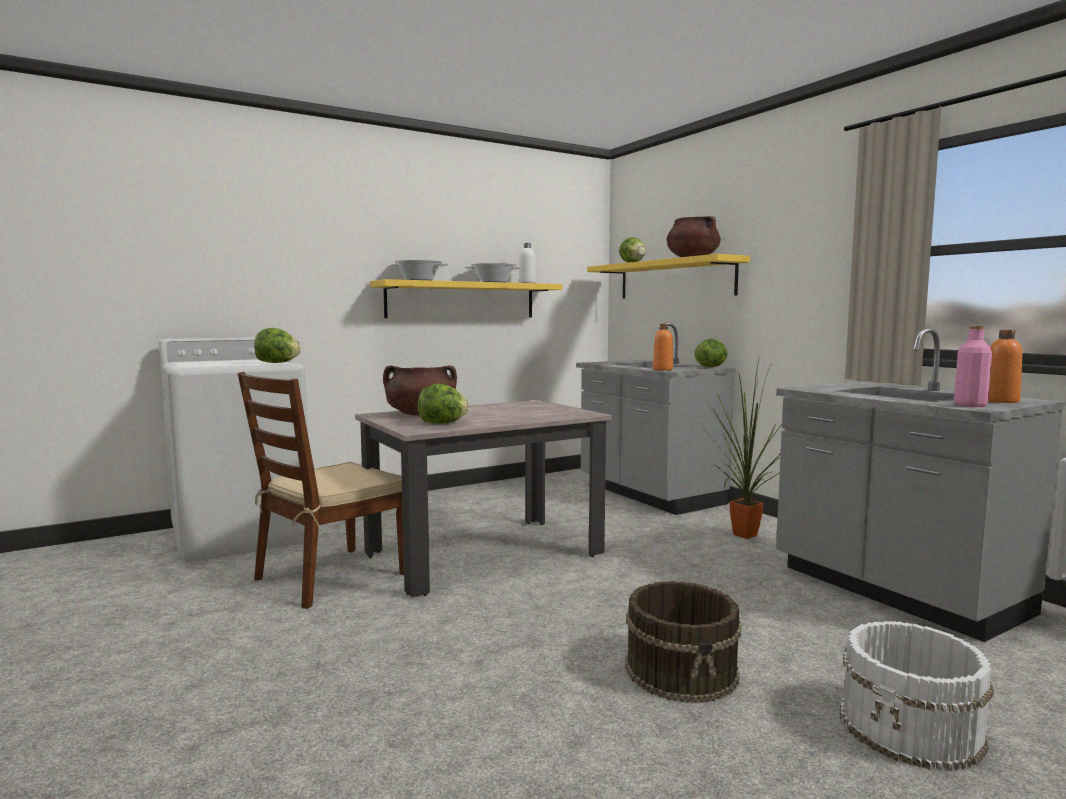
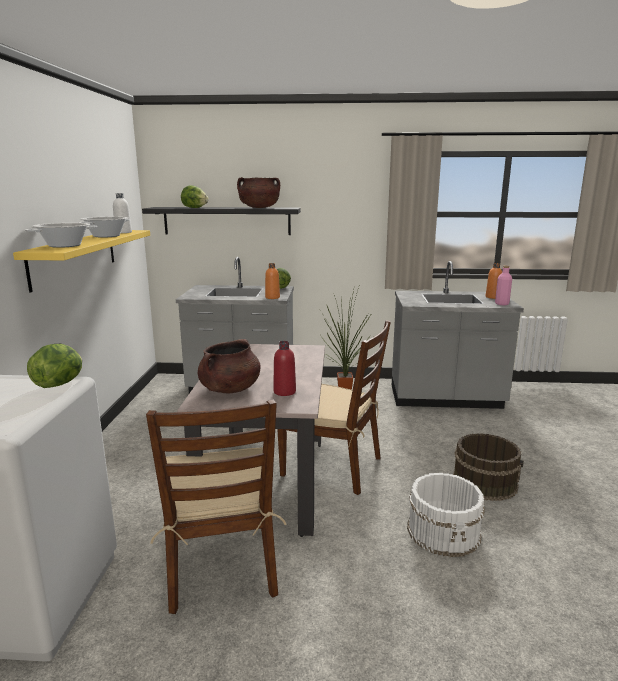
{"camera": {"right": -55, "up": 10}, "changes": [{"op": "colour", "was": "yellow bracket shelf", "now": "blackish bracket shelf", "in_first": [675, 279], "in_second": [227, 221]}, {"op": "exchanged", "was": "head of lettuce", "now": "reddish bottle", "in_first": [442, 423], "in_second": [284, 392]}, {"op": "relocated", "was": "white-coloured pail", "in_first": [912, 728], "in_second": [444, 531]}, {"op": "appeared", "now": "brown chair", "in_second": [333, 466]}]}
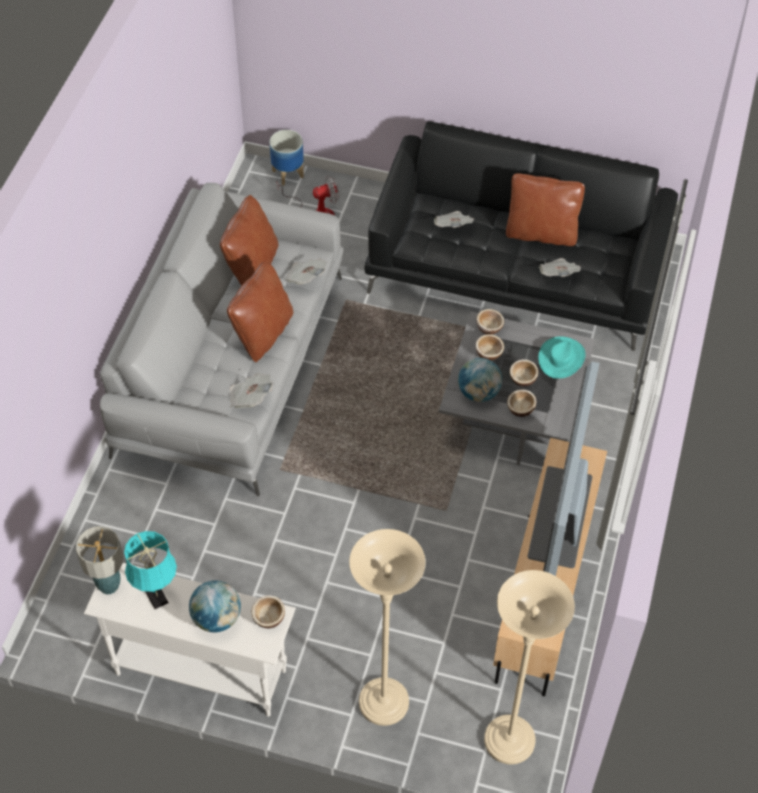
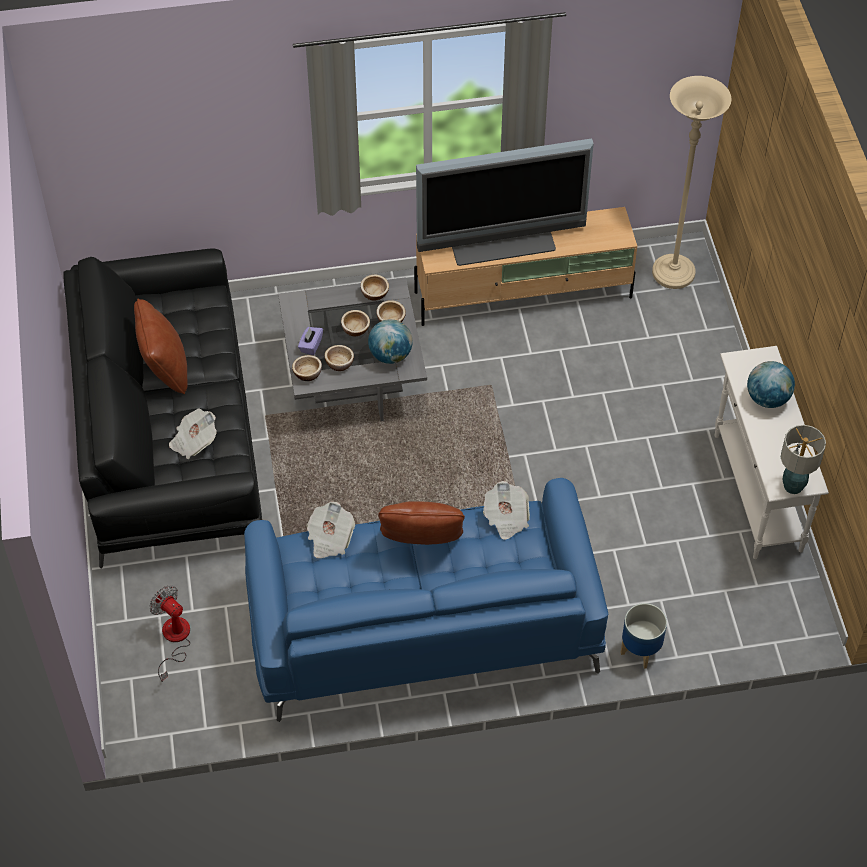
{"camera": {"right": -115, "up": 0}, "changes": [{"op": "relocated", "was": "planter", "in_first": [287, 174], "in_second": [640, 651]}, {"op": "colour", "was": "gray couch", "now": "bluish couch", "in_first": [232, 362], "in_second": [422, 623]}, {"op": "missing", "was": "brown cushion", "in_first": [251, 267]}, {"op": "missing", "was": "newspaper", "in_first": [558, 275]}, {"op": "missing", "was": "turquoise-coloured wearable hat", "in_first": [561, 358]}, {"op": "missing", "was": "beige-coloured standing lamp", "in_first": [383, 703]}, {"op": "missing", "was": "turquoise-coloured lamp for a table", "in_first": [157, 598]}, {"op": "relocated", "was": "serving bowl", "in_first": [269, 617], "in_second": [374, 293]}, {"op": "appeared", "now": "purple tissue box", "in_second": [310, 346]}]}
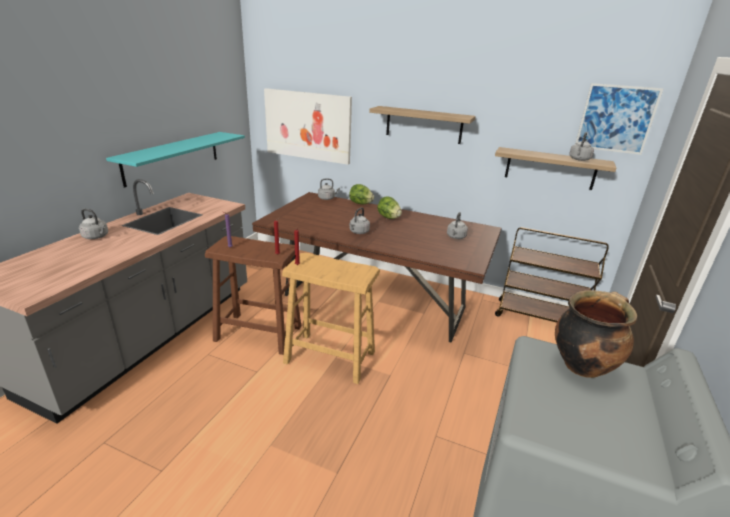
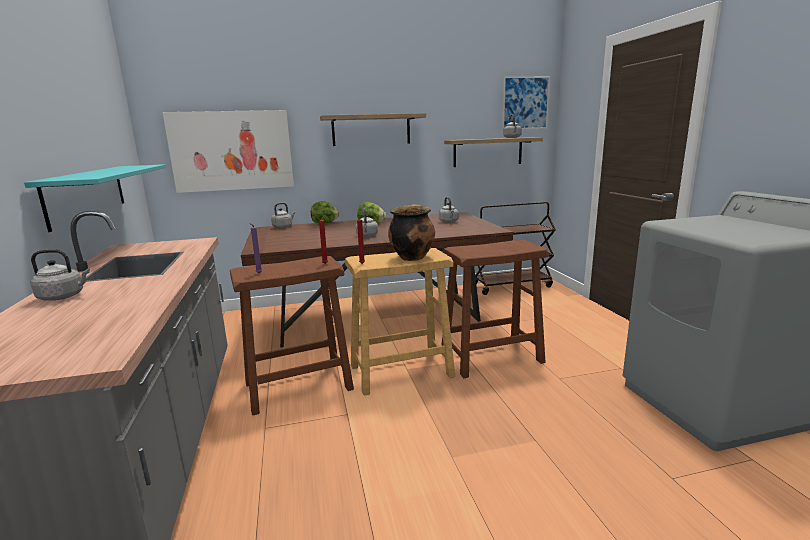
{"camera": {"right": -35, "up": -10}, "changes": [{"op": "relocated", "was": "cooking pot", "in_first": [582, 365], "in_second": [412, 257]}, {"op": "appeared", "now": "brown stool", "in_second": [490, 357]}]}
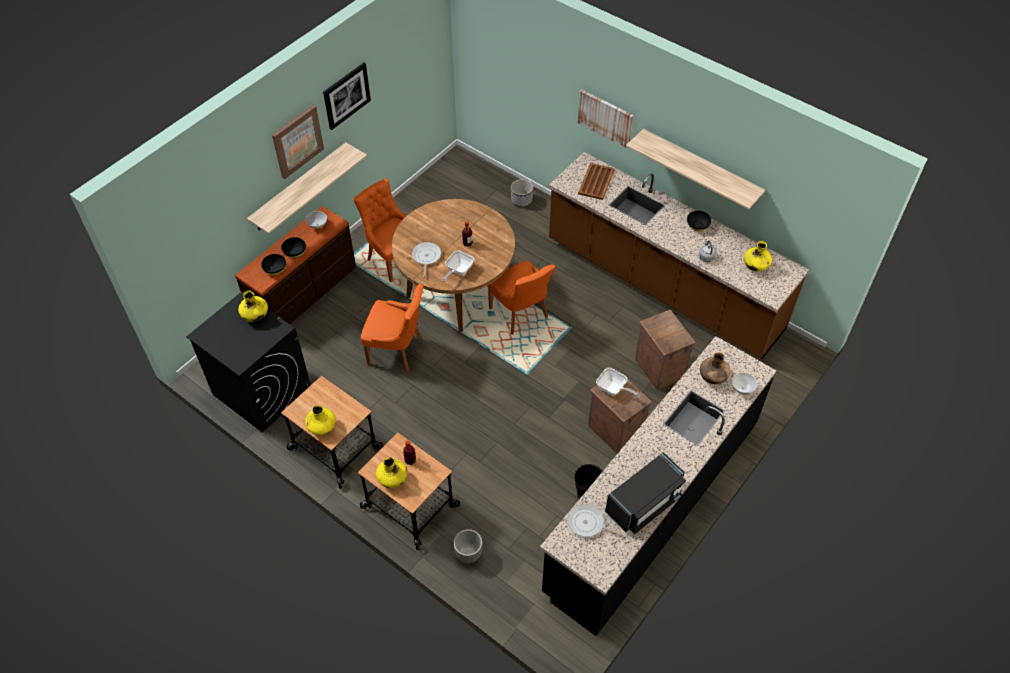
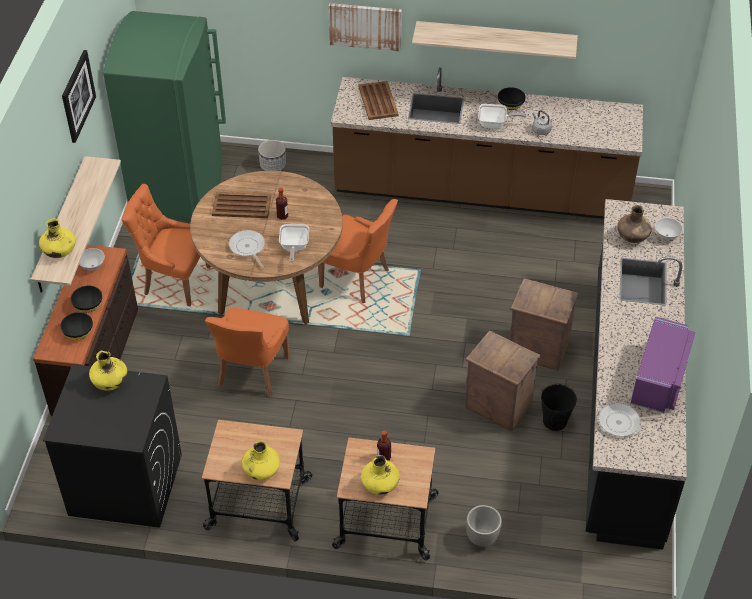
{"camera": {"right": -30, "up": -5}, "changes": [{"op": "missing", "was": "picture", "in_first": [297, 141]}, {"op": "relocated", "was": "yellow flower vase", "in_first": [755, 266], "in_second": [59, 252]}, {"op": "spun", "was": "orangey chair", "in_first": [397, 351], "in_second": [251, 373], "clockwise": 120}, {"op": "relocated", "was": "packing crate", "in_first": [659, 368], "in_second": [497, 406]}, {"op": "relocated", "was": "frying pan", "in_first": [613, 389], "in_second": [495, 124]}, {"op": "colour", "was": "blackish kitchen microwave", "now": "purple kitchen microwave", "in_first": [644, 503], "in_second": [658, 379]}, {"op": "appeared", "now": "green refrigerator", "in_second": [179, 187]}, {"op": "appeared", "now": "brown carrying tray", "in_second": [241, 205]}]}
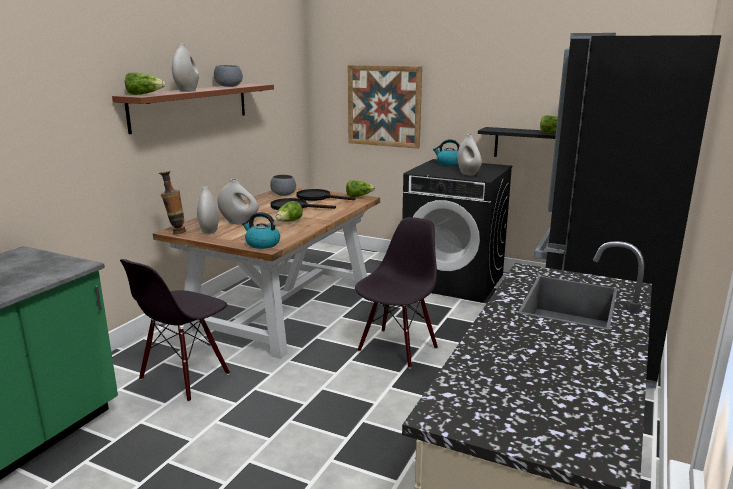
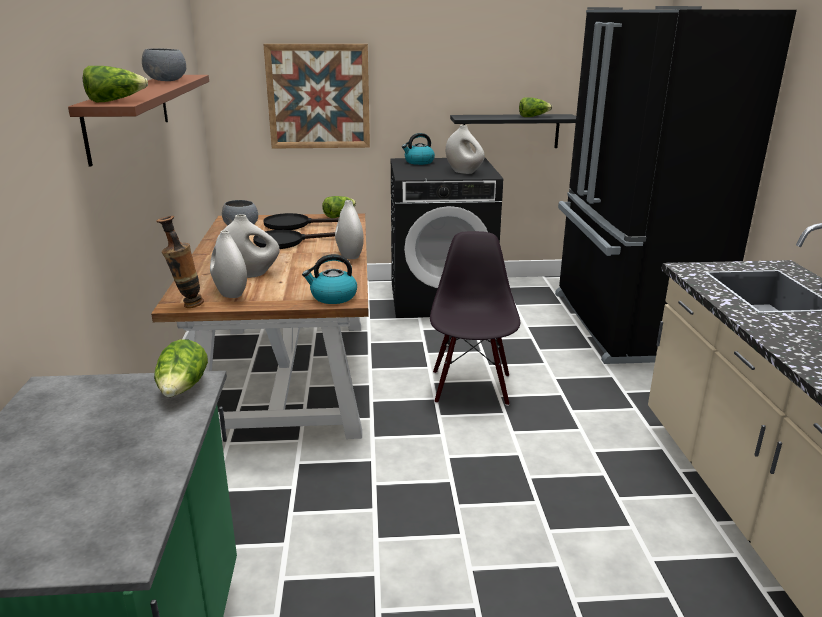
{"camera": {"right": -30, "up": 5}, "changes": [{"op": "relocated", "was": "white-coloured flower vase", "in_first": [187, 91], "in_second": [349, 255]}, {"op": "relocated", "was": "head of lettuce", "in_first": [289, 222], "in_second": [183, 389]}, {"op": "missing", "was": "blackish chair", "in_first": [185, 377]}]}
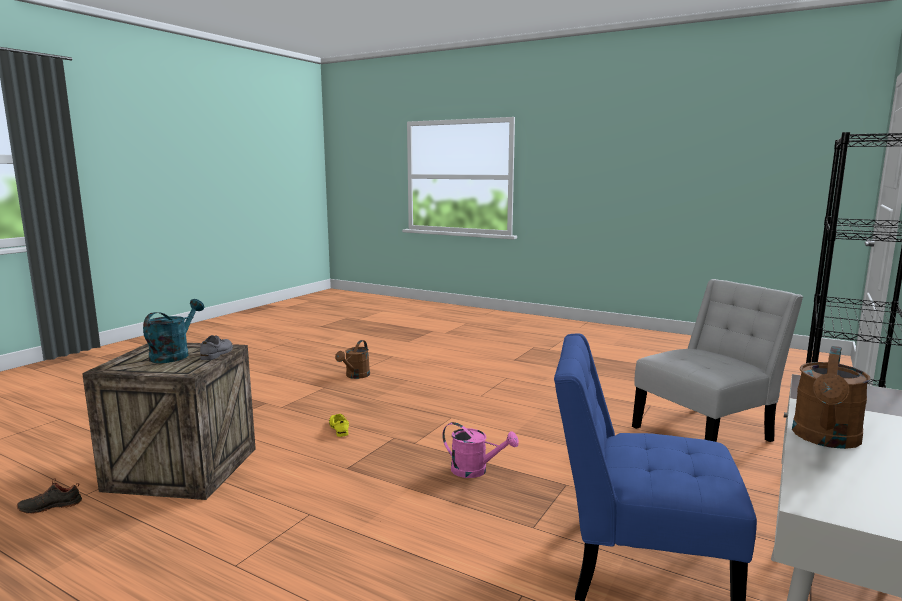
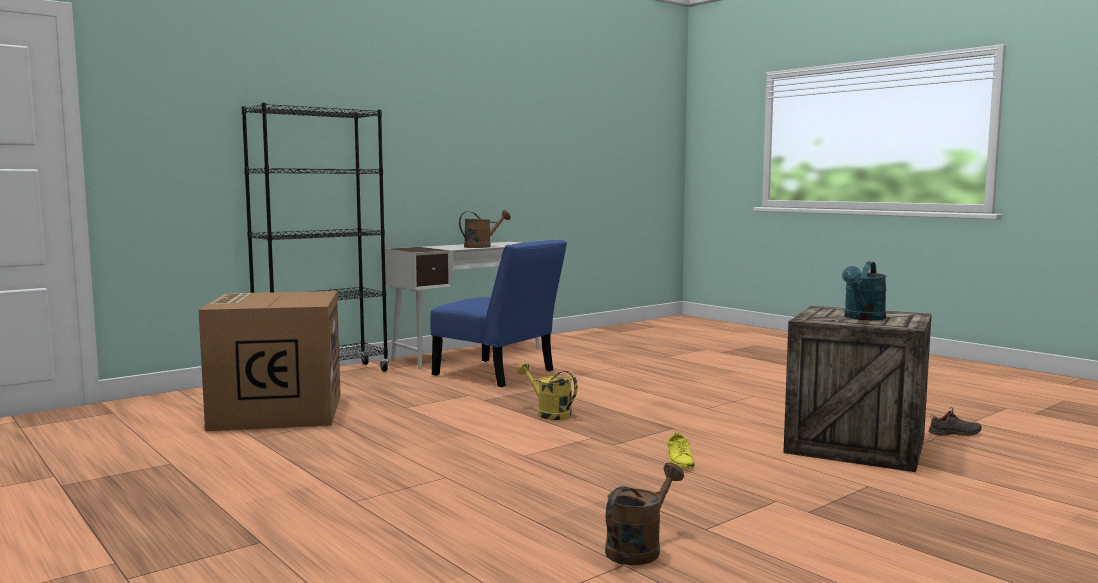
{"camera": {"right": -160, "up": -5}, "changes": [{"op": "exchanged", "was": "white-coloured chair", "now": "cardboard box", "in_first": [707, 432], "in_second": [276, 411]}, {"op": "missing", "was": "gray shoe", "in_first": [217, 353]}, {"op": "colour", "was": "pinkish sprinkling can", "now": "yellow sprinkling can", "in_first": [475, 470], "in_second": [549, 413]}]}
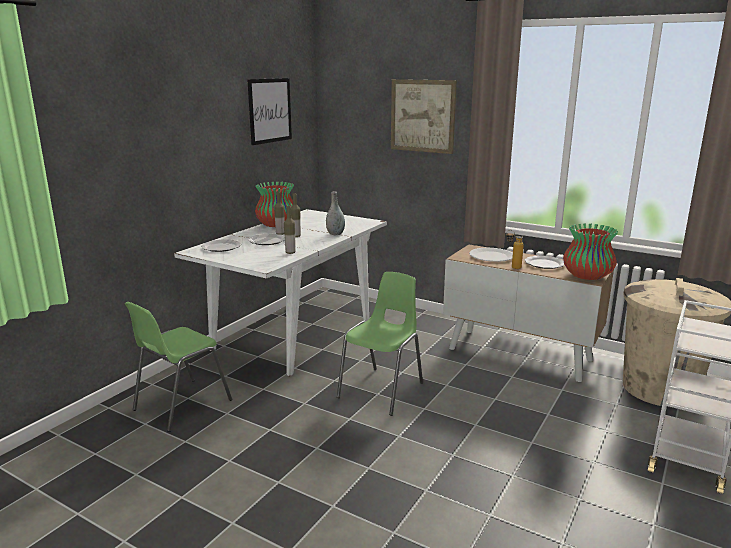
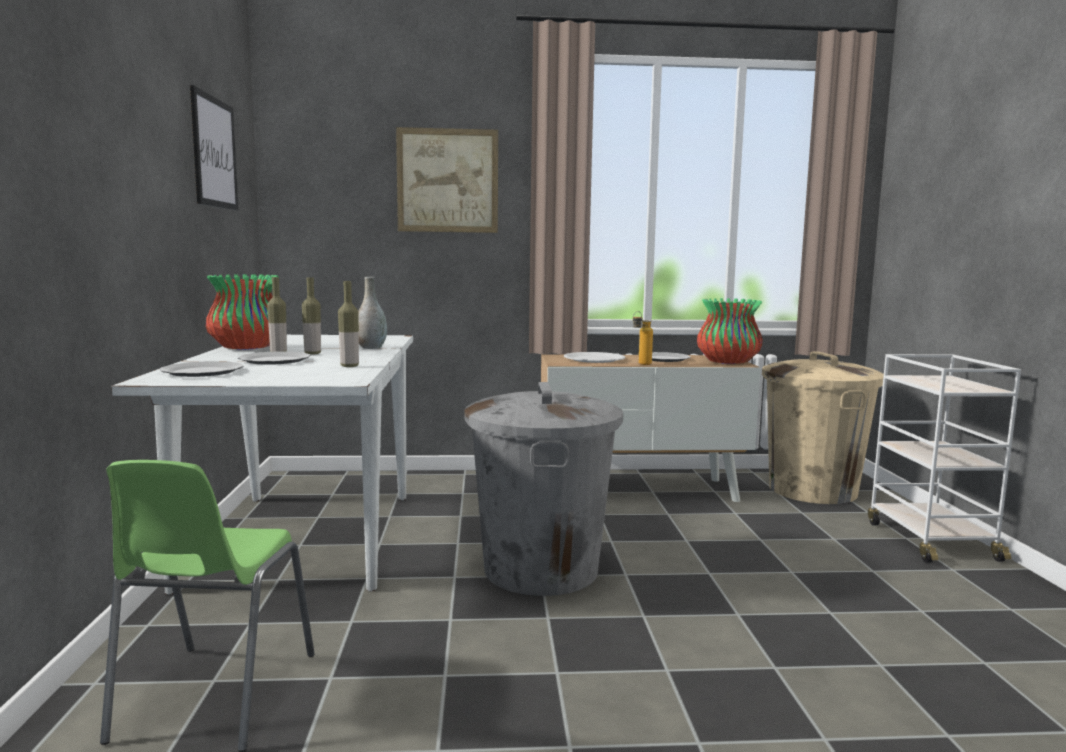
{"camera": {"right": -35, "up": -10}, "changes": [{"op": "exchanged", "was": "green chair", "now": "gray waste bin", "in_first": [382, 390], "in_second": [541, 569]}]}
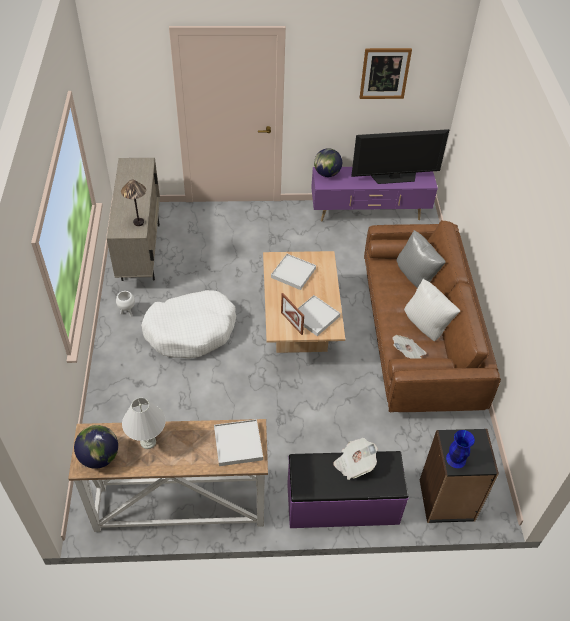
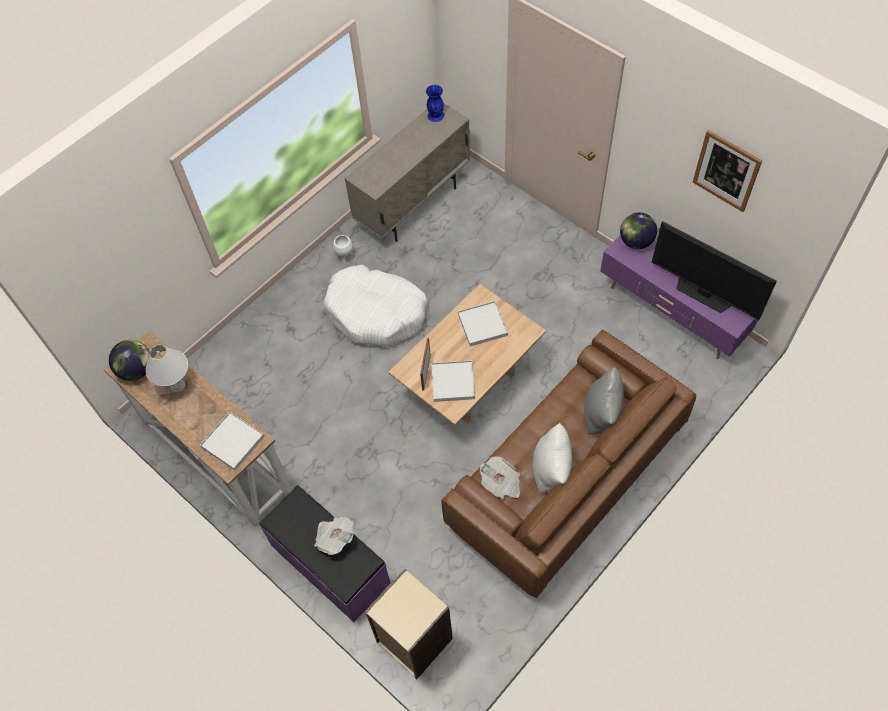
{"camera": {"right": 50, "up": 10}, "changes": [{"op": "missing", "was": "lamp for a table", "in_first": [138, 222]}, {"op": "colour", "was": "blackish bookshelf", "now": "beige-coloured bookshelf", "in_first": [446, 501], "in_second": [414, 641]}, {"op": "relocated", "was": "bluish flower vase", "in_first": [455, 459], "in_second": [435, 115]}]}
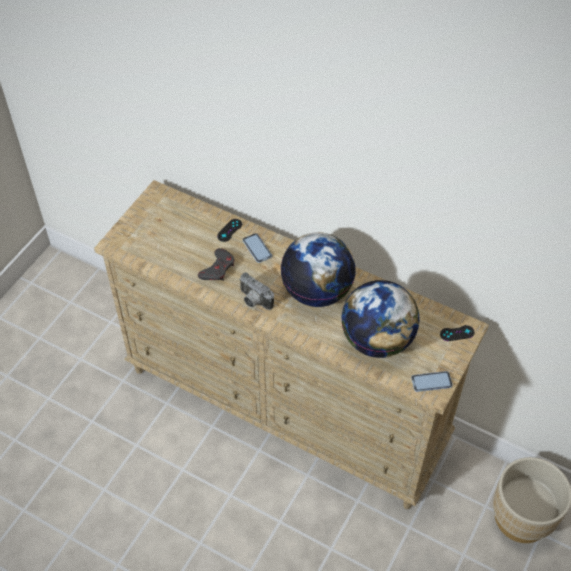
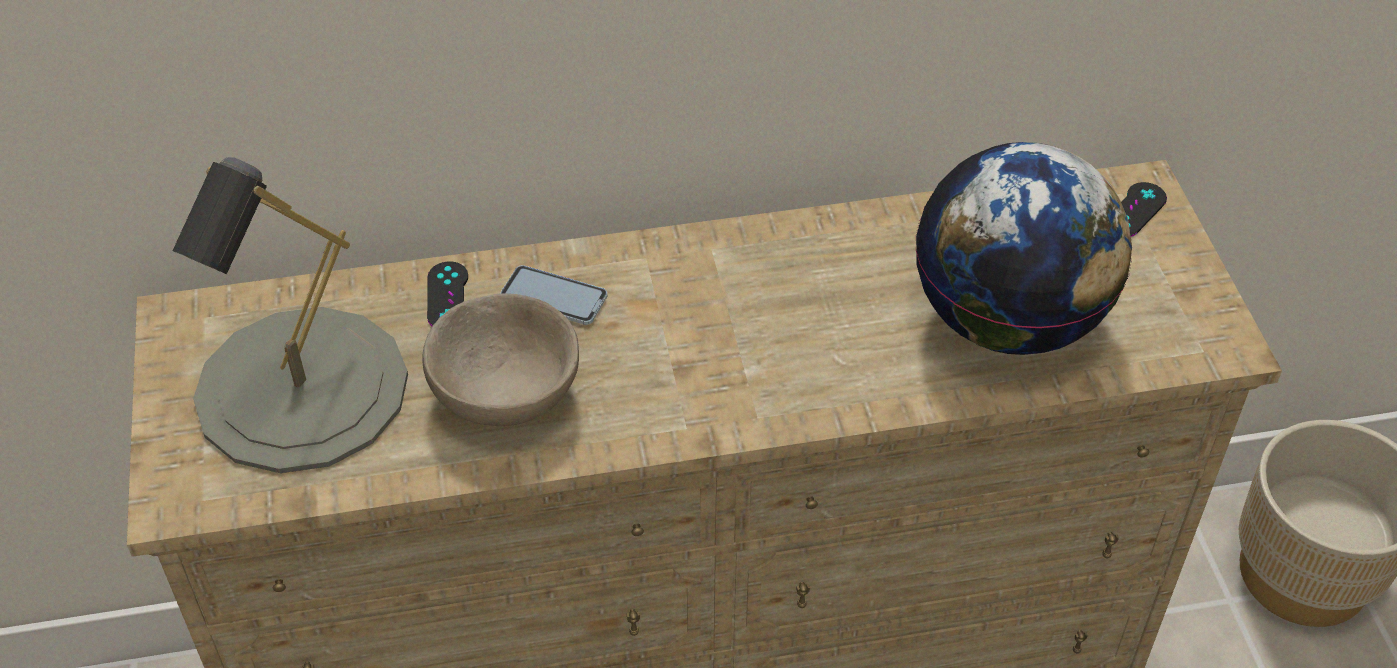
{"camera": {"right": -40, "up": -5}, "changes": [{"op": "missing", "was": "world globe", "in_first": [317, 291]}, {"op": "exchanged", "was": "gray game controller", "now": "beige-coloured serving bowl", "in_first": [218, 268], "in_second": [507, 393]}, {"op": "missing", "was": "still camera", "in_first": [253, 301]}, {"op": "missing", "was": "handset", "in_first": [431, 382]}, {"op": "appeared", "now": "gray lamp for a table", "in_second": [302, 389]}]}
